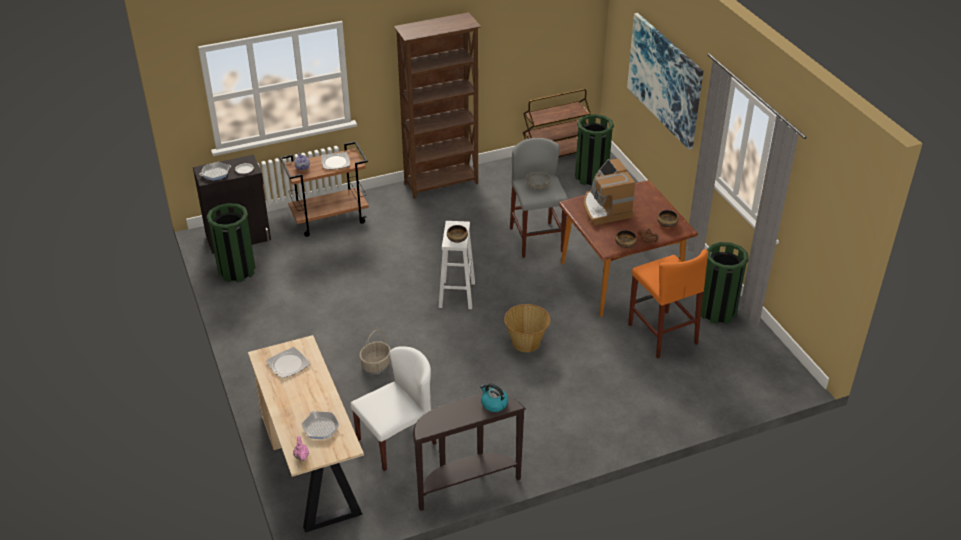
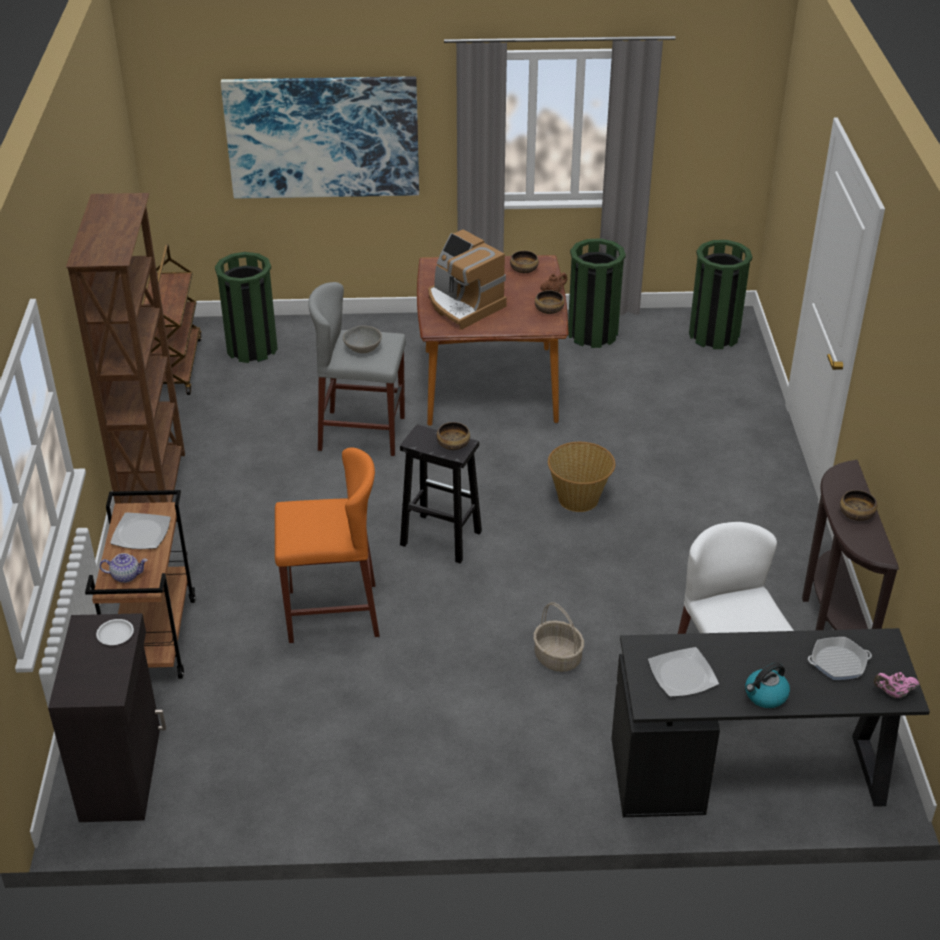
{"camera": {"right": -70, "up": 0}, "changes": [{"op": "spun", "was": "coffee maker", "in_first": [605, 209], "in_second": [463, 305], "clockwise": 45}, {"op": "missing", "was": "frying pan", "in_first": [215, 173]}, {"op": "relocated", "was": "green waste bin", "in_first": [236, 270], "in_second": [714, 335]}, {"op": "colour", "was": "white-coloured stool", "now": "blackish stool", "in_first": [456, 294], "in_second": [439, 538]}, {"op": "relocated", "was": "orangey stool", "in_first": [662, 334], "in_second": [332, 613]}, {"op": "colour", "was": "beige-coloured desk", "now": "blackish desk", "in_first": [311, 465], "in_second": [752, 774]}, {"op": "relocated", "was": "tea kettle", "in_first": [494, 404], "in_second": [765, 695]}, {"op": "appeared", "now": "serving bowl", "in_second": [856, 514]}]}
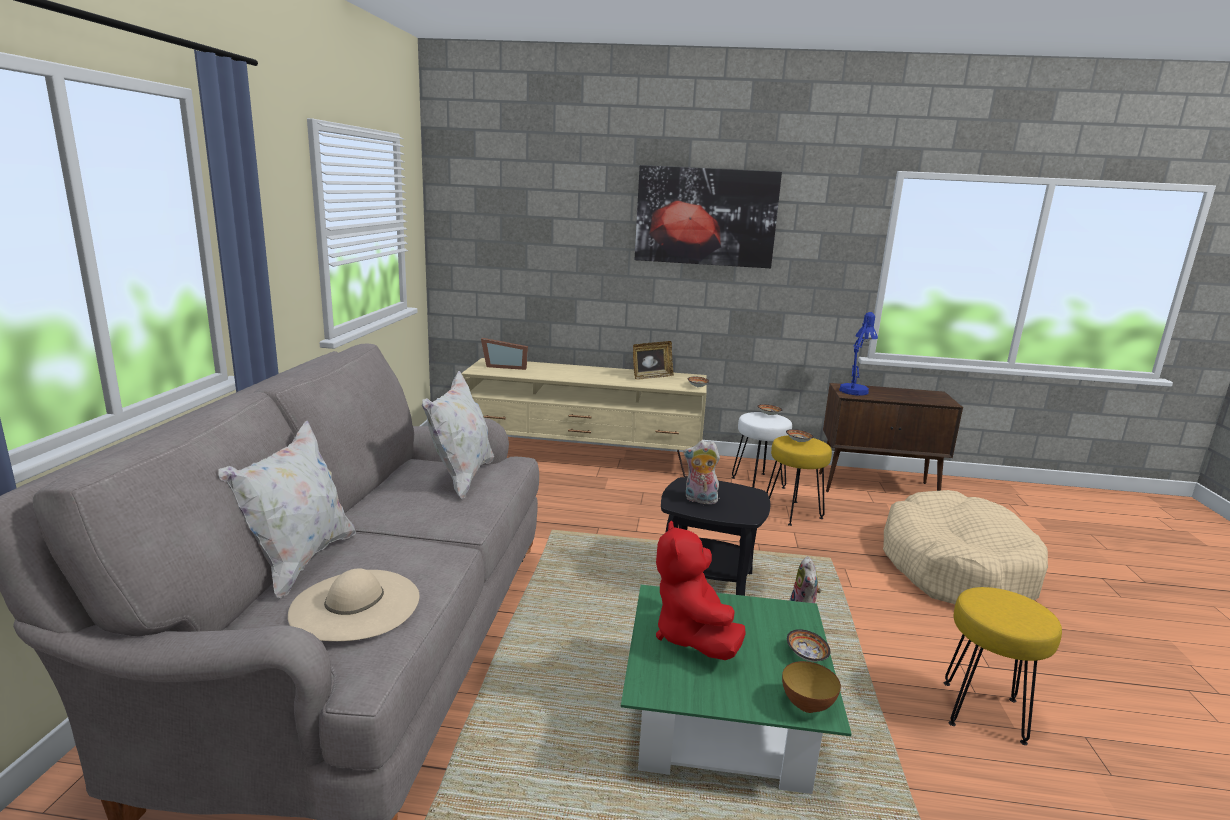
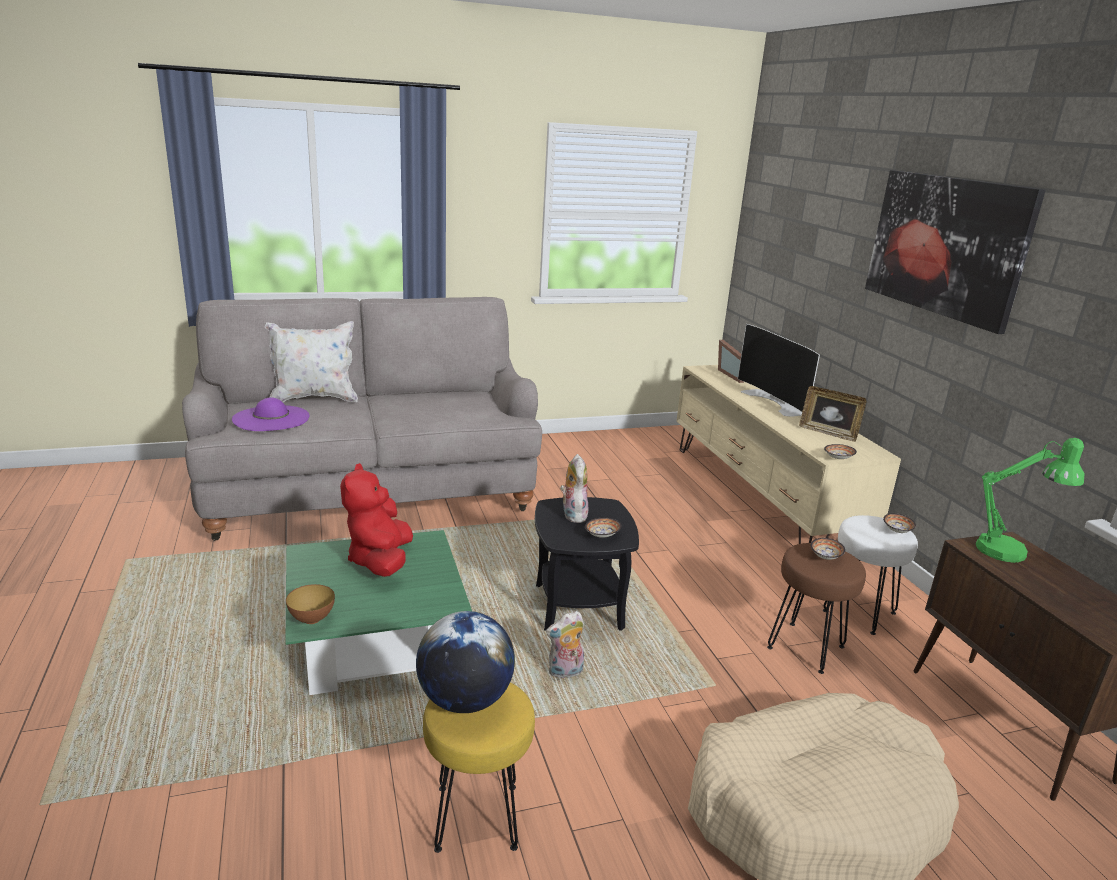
{"camera": {"right": 65, "up": 5}, "changes": [{"op": "colour", "was": "bluish lamp for a table", "now": "green lamp for a table", "in_first": [855, 390], "in_second": [1011, 551]}, {"op": "missing", "was": "white-coloured cushion", "in_first": [461, 478]}, {"op": "colour", "was": "yellow stool", "now": "brown stool", "in_first": [792, 512], "in_second": [807, 647]}, {"op": "spun", "was": "reddish plush toy", "in_first": [692, 636], "in_second": [380, 561], "clockwise": -60}, {"op": "colour", "was": "beige-coloured wearable hat", "now": "purple wearable hat", "in_first": [355, 605], "in_second": [271, 418]}, {"op": "relocated", "was": "serving bowl", "in_first": [806, 656], "in_second": [601, 535]}, {"op": "appeared", "now": "TV", "in_second": [776, 402]}, {"op": "appeared", "now": "world globe", "in_second": [465, 700]}]}
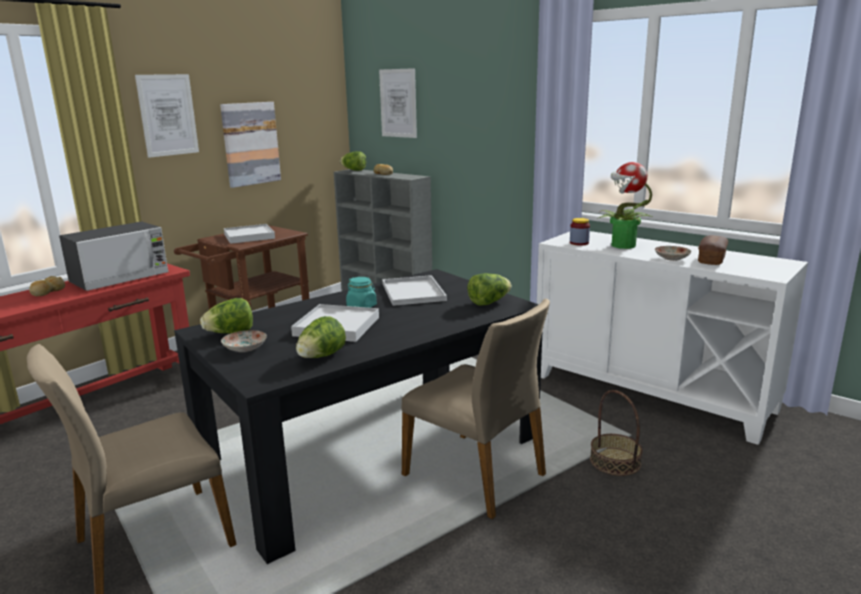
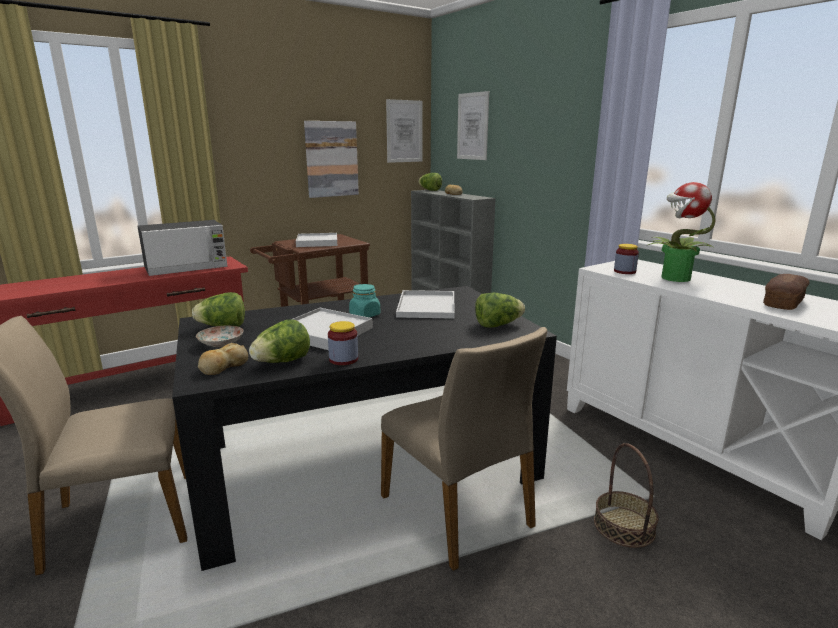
{"camera": {"right": 15, "up": 0}, "changes": [{"op": "relocated", "was": "picture", "in_first": [168, 115], "in_second": [404, 131]}, {"op": "missing", "was": "flat dish", "in_first": [671, 258]}, {"op": "relocated", "was": "bread", "in_first": [47, 292], "in_second": [223, 366]}, {"op": "appeared", "now": "preserve jar", "in_second": [343, 359]}]}
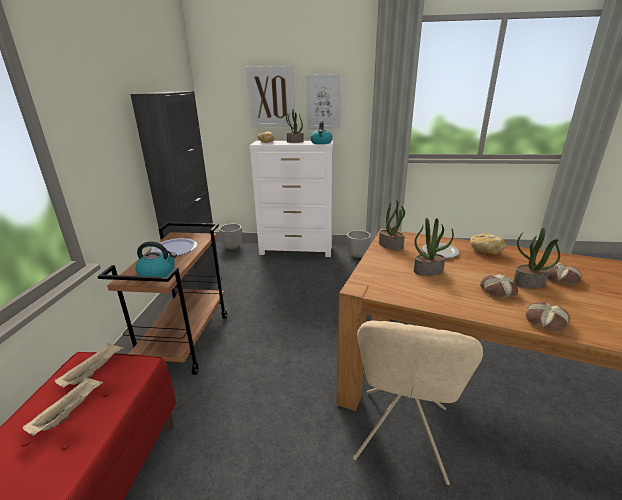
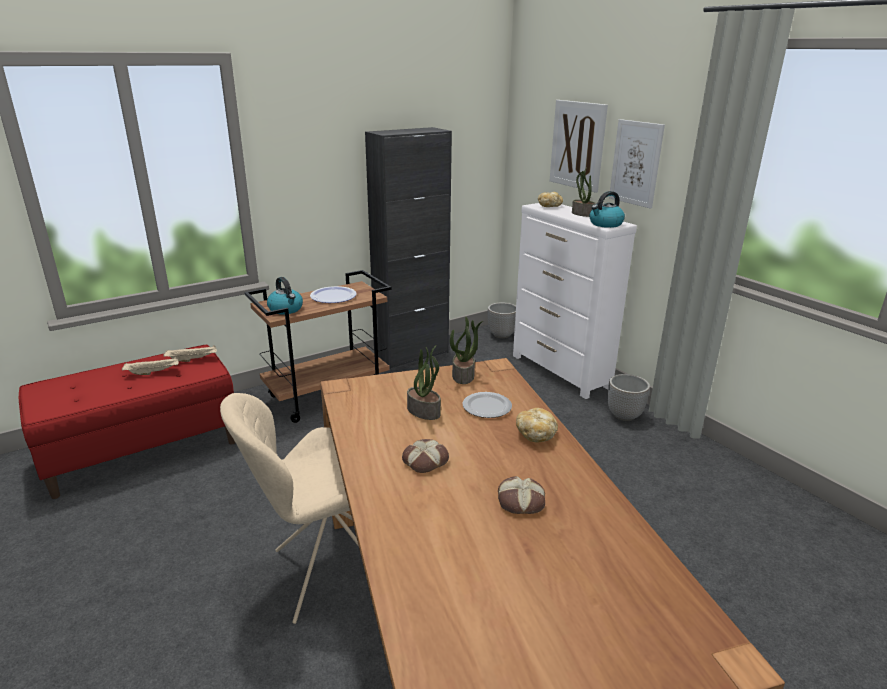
{"camera": {"right": 50, "up": 0}, "changes": [{"op": "missing", "was": "houseplant", "in_first": [529, 283]}, {"op": "missing", "was": "bread", "in_first": [544, 320]}]}
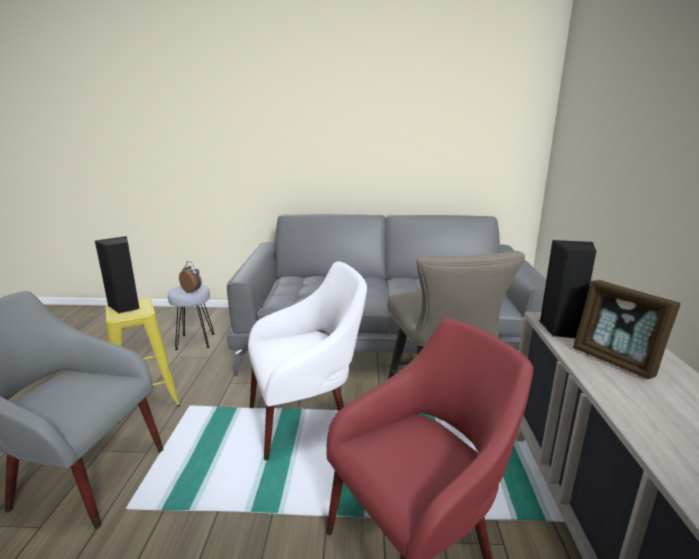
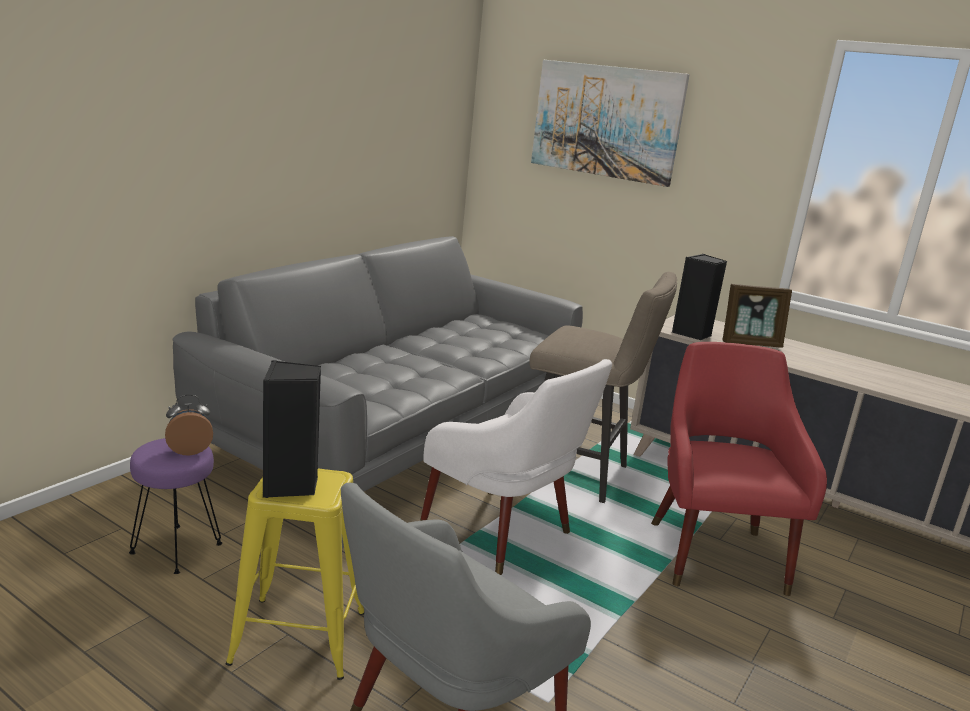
{"camera": {"right": -60, "up": 0}, "changes": [{"op": "spun", "was": "white-coloured lounge chair", "in_first": [306, 420], "in_second": [503, 535], "clockwise": 120}, {"op": "colour", "was": "gray stool", "now": "purple stool", "in_first": [195, 341], "in_second": [175, 549]}, {"op": "appeared", "now": "picture", "in_second": [606, 121]}]}
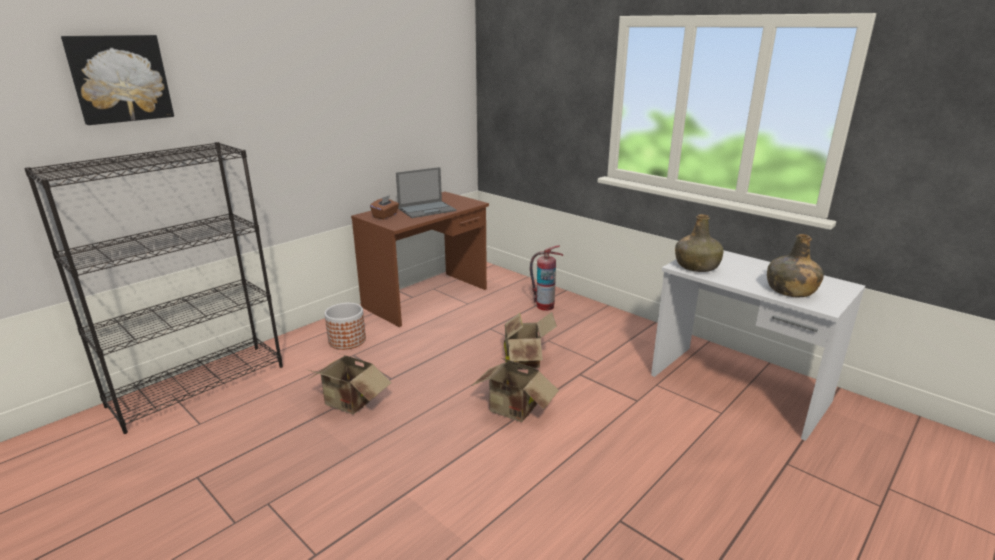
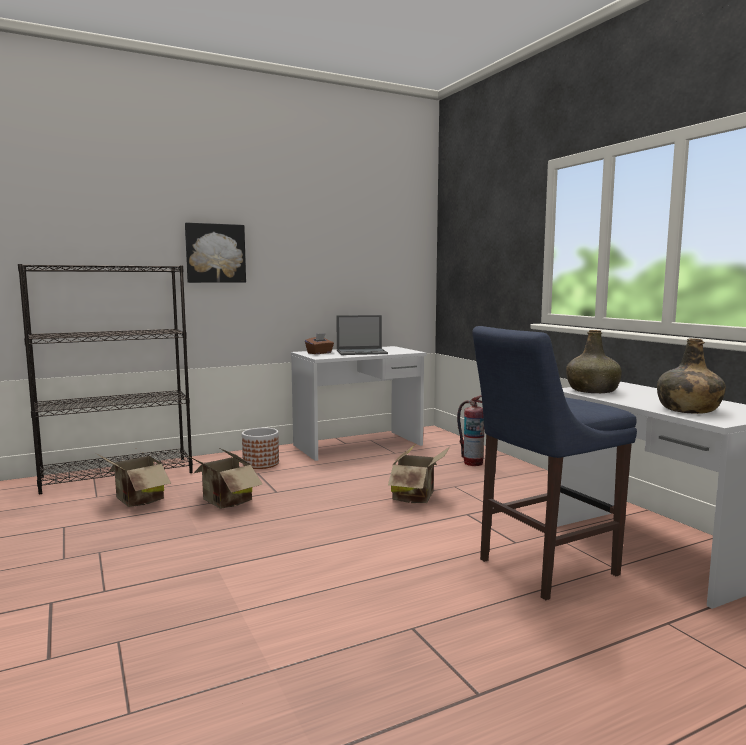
{"camera": {"right": 20, "up": -15}, "changes": [{"op": "relocated", "was": "picture", "in_first": [120, 78], "in_second": [215, 253]}, {"op": "colour", "was": "brown desk", "now": "white-coloured desk", "in_first": [427, 298], "in_second": [358, 445]}, {"op": "relocated", "was": "cardboard box", "in_first": [513, 411], "in_second": [136, 501]}, {"op": "appeared", "now": "bluish stool", "in_second": [542, 568]}]}
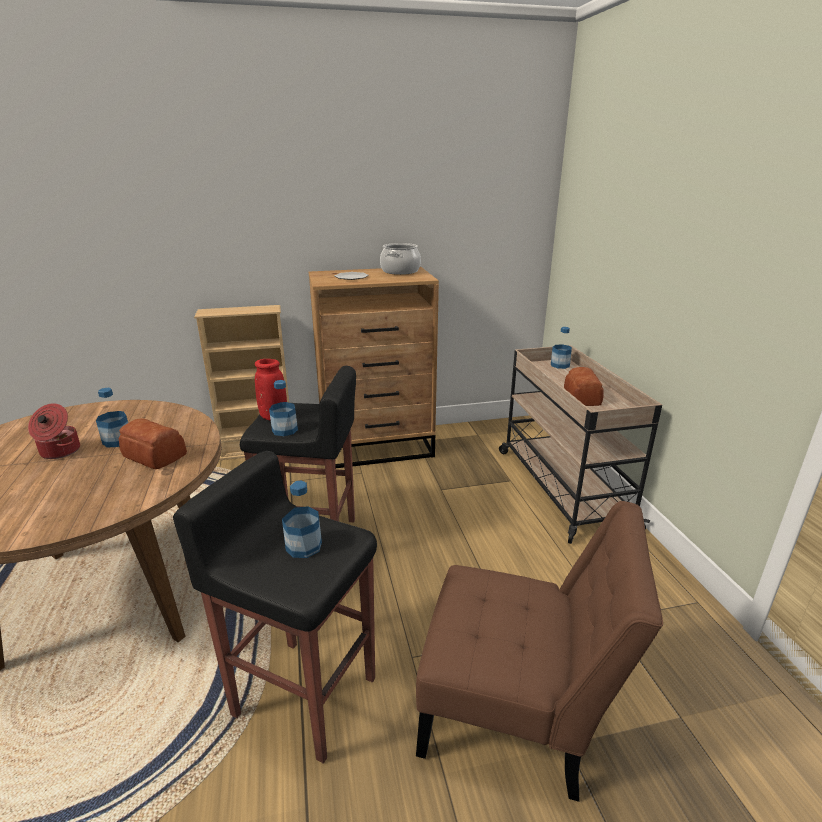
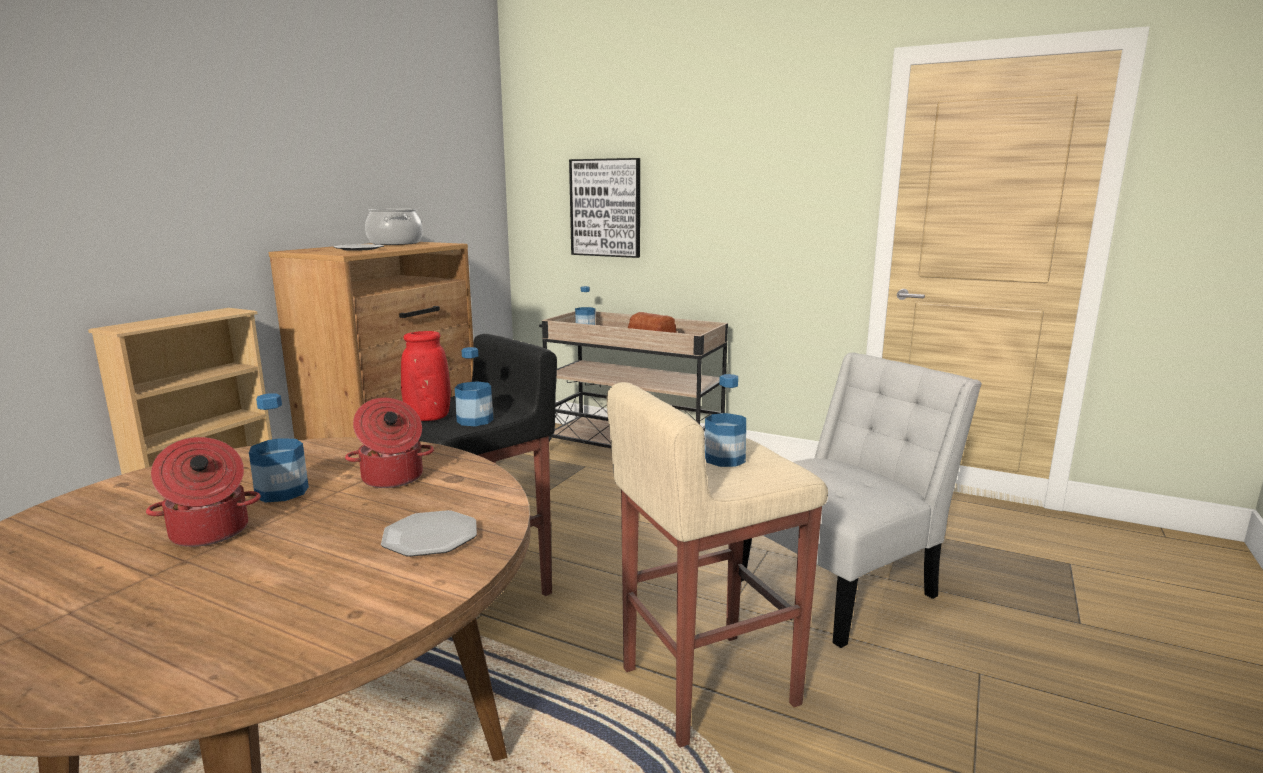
{"camera": {"right": -50, "up": -10}, "changes": [{"op": "exchanged", "was": "bread", "now": "cooking pot", "in_first": [154, 456], "in_second": [392, 478]}, {"op": "colour", "was": "blackish stool", "now": "beige-coloured stool", "in_first": [304, 694], "in_second": [705, 685]}, {"op": "colour", "was": "brown chair", "now": "white-coloured chair", "in_first": [516, 712], "in_second": [841, 585]}, {"op": "appeared", "now": "picture", "in_second": [606, 208]}, {"op": "appeared", "now": "flat dish", "in_second": [430, 537]}]}
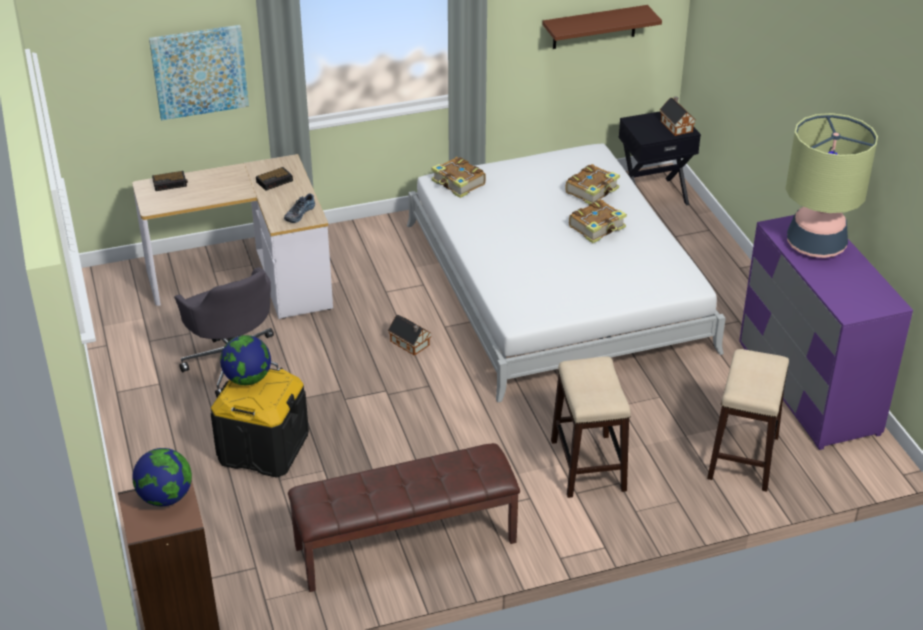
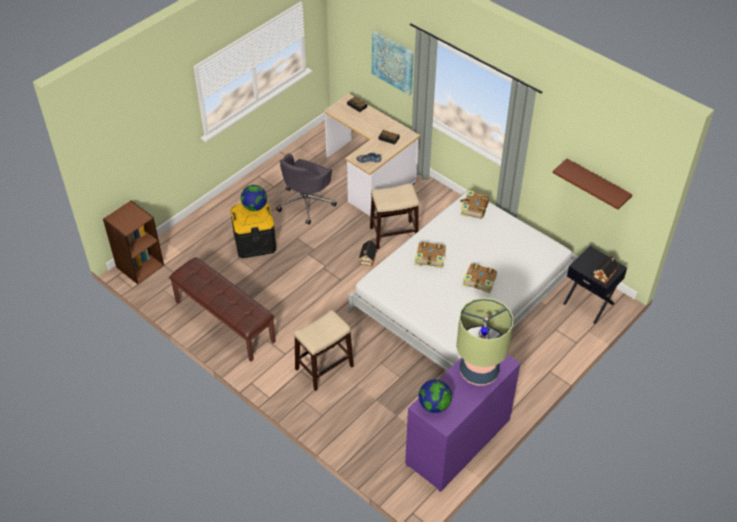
{"camera": {"right": 60, "up": 10}, "changes": [{"op": "relocated", "was": "book", "in_first": [593, 191], "in_second": [430, 258]}, {"op": "relocated", "was": "stool", "in_first": [743, 458], "in_second": [393, 234]}, {"op": "relocated", "was": "world globe", "in_first": [165, 497], "in_second": [434, 405]}]}
